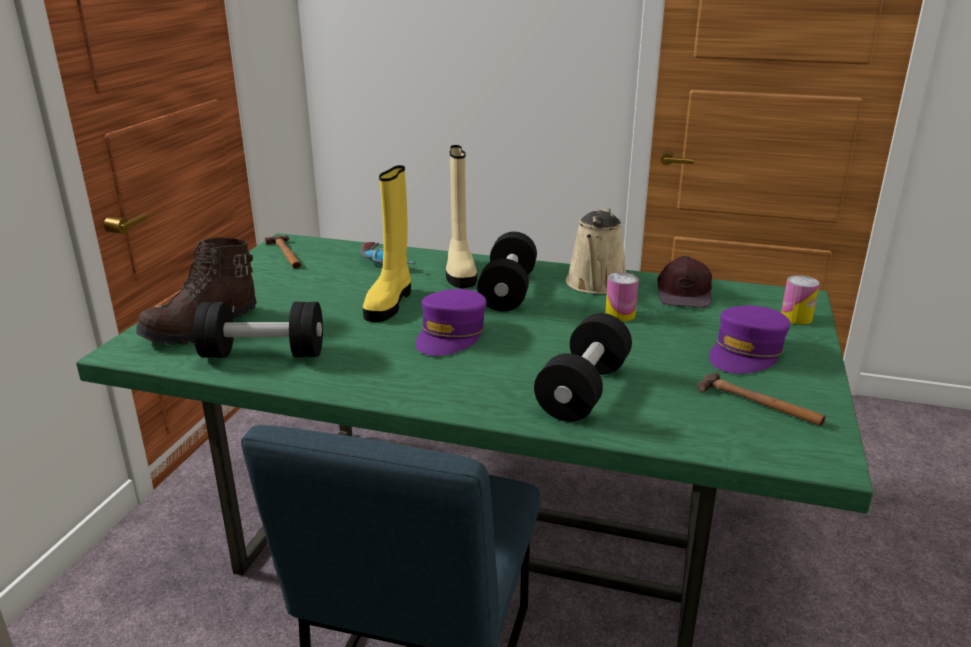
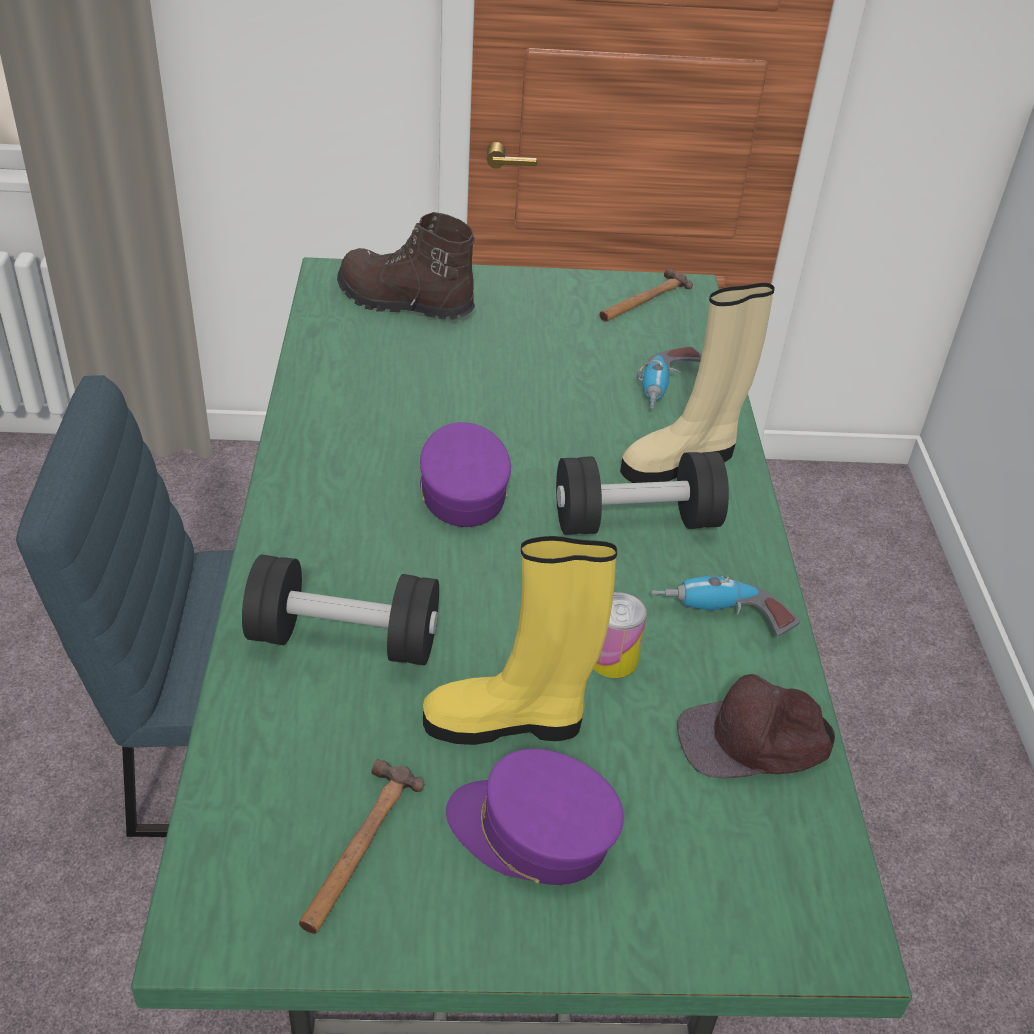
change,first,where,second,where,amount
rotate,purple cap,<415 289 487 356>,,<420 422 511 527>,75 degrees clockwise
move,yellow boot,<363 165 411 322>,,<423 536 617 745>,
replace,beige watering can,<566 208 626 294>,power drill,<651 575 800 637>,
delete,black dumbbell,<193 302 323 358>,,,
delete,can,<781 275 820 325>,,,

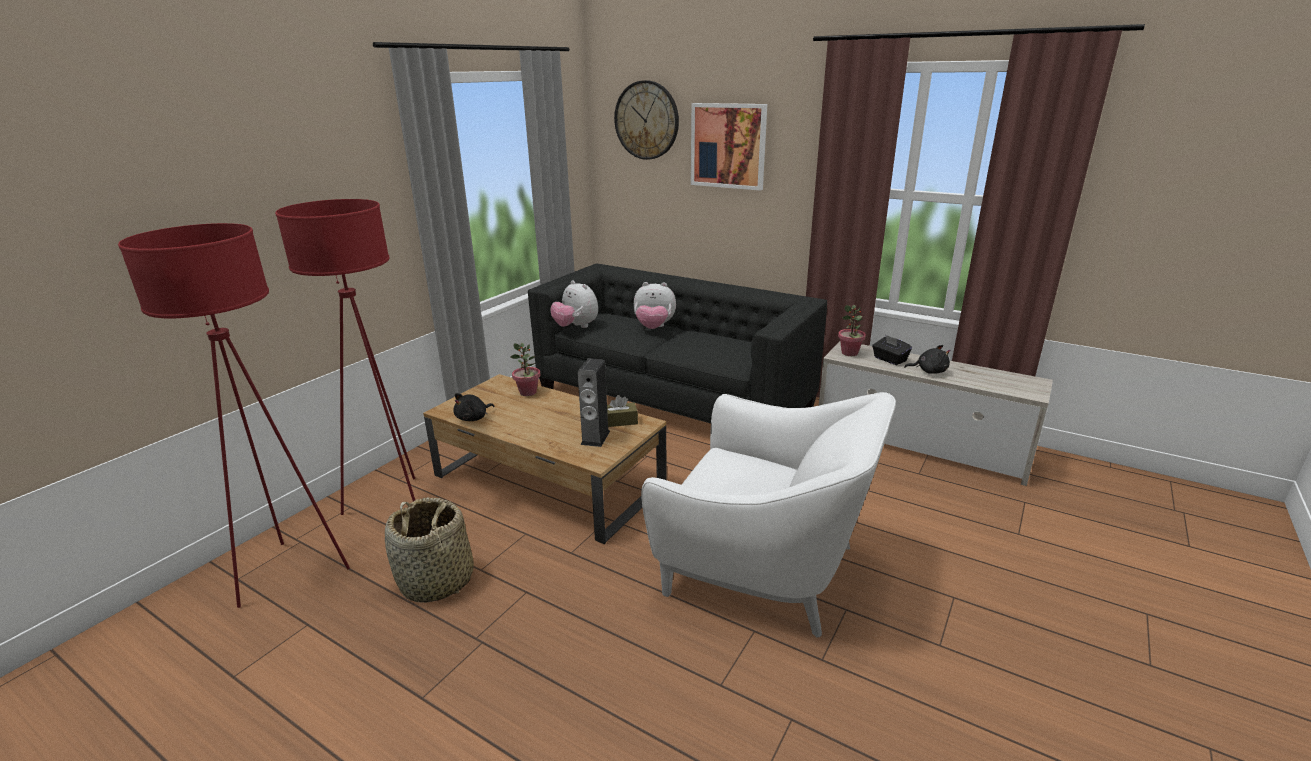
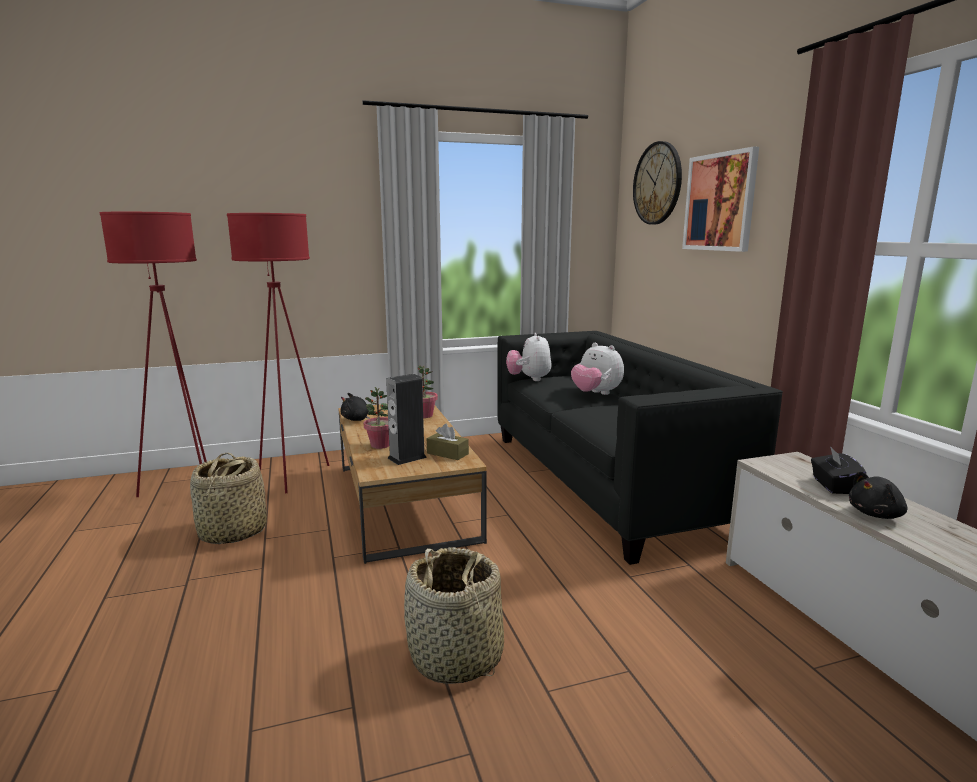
change,first,where,second,where,amount
move,potted plant,<838 305 866 356>,,<364 387 389 449>,
replace,white armchair,<641 392 896 638>,basket,<404 547 504 684>,
rotate,black plush toy,<904 345 951 374>,,<849 471 907 519>,105 degrees clockwise

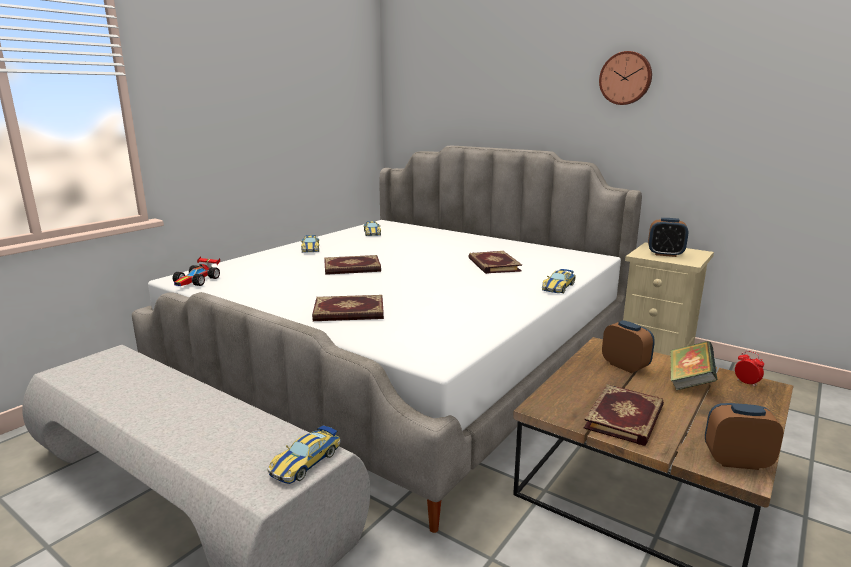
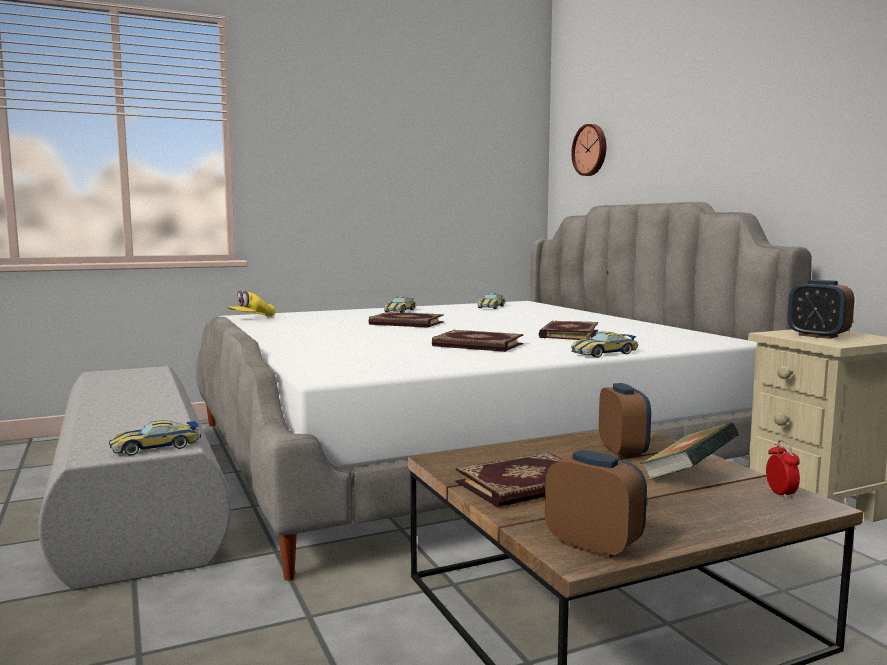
change,first,where,second,where,amount
replace,toy car,<172 256 220 286>,yellow cap,<227 290 276 317>,
move,book,<312 295 384 321>,,<432 330 523 352>,
move,wall clock,<599 51 652 105>,,<571 124 606 176>,

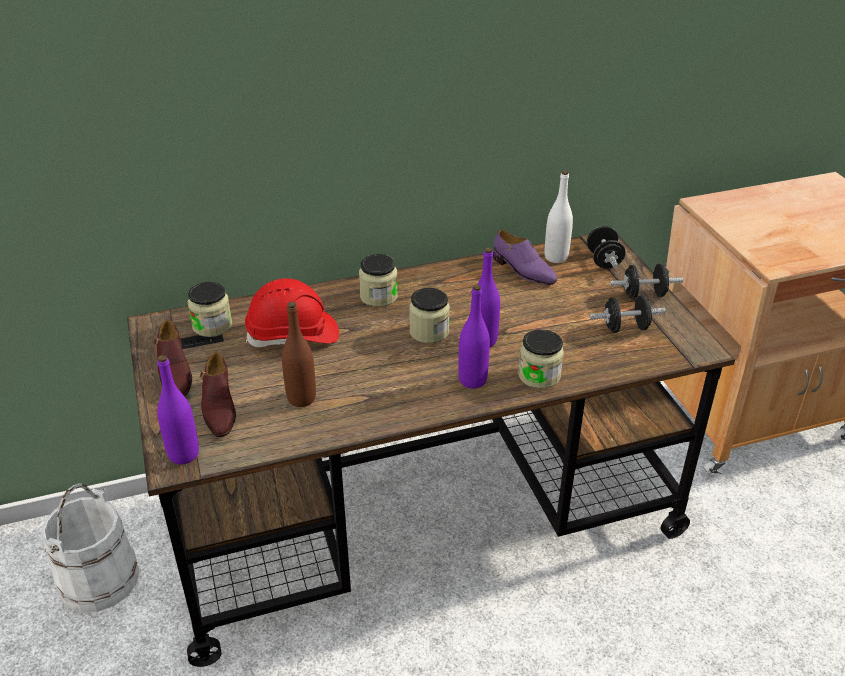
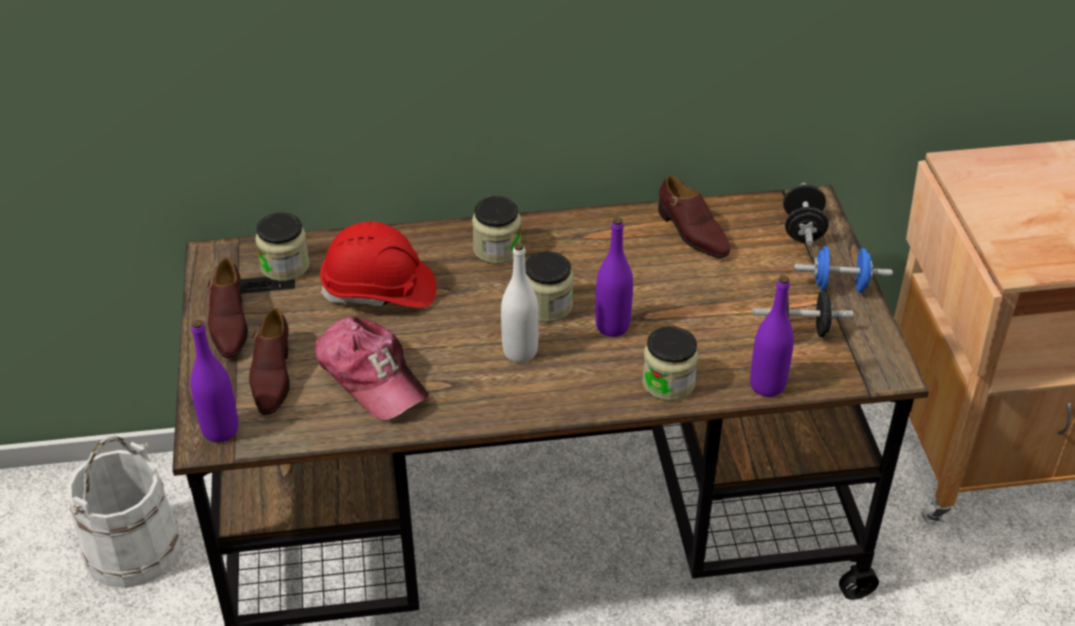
change,first,where,second,where,amount
replace,brown bottle,<282 302 316 407>,cap,<315 317 429 420>,
move,white bottle,<545 170 573 263>,,<501 242 539 363>,
recolor,purple shoe,<493 230 557 285>,brown shoe,<658 175 730 258>,
move,purple bottle,<458 285 490 389>,,<750 275 794 397>,
recolor,black dumbbell,<610 264 683 299>,blue dumbbell,<794 246 892 293>,

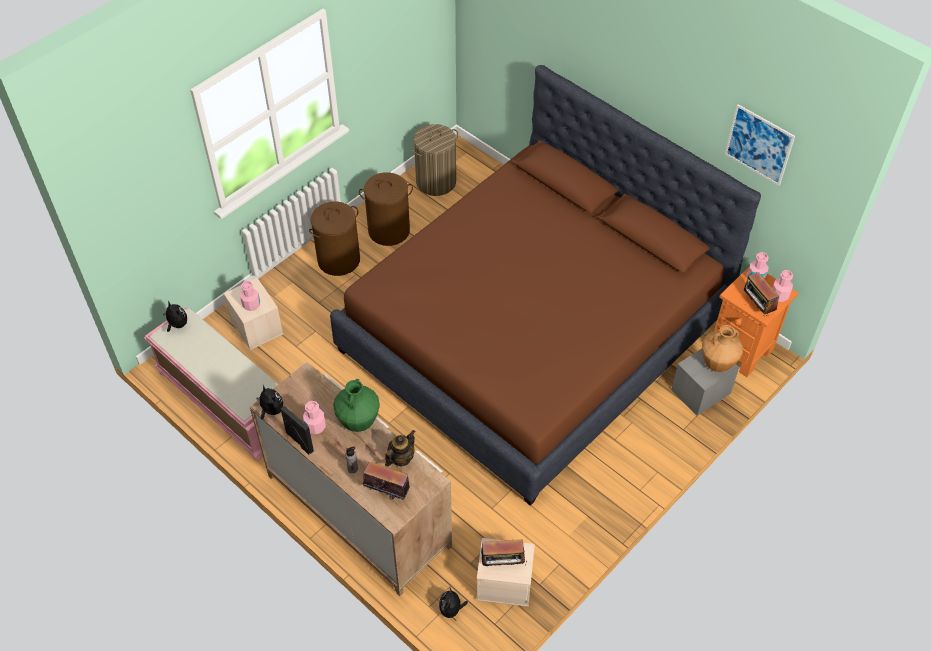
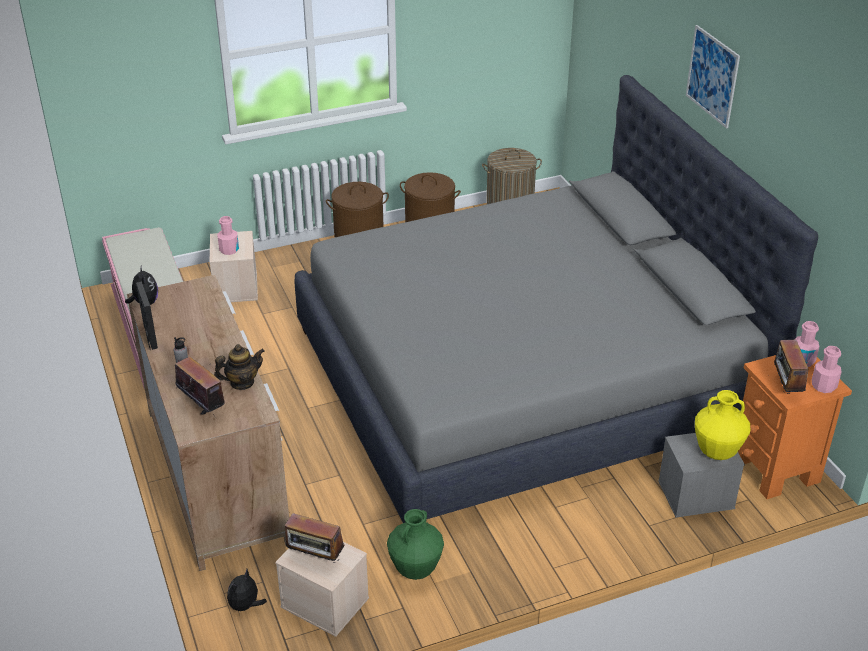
change,first,where,second,where,amount
recolor,brown bed,<330 65 761 506>,grey bed,<295 75 818 523>,
move,green vase,<333 379 380 432>,,<387 509 444 580>,
move,picture,<725 104 795 186>,,<686 25 740 129>,
recolor,brown vase,<702 325 743 372>,yellow vase,<695 390 750 460>,
delete,plush toy,<163 301 187 332>,,,
delete,pink bottle,<303 401 326 434>,,,

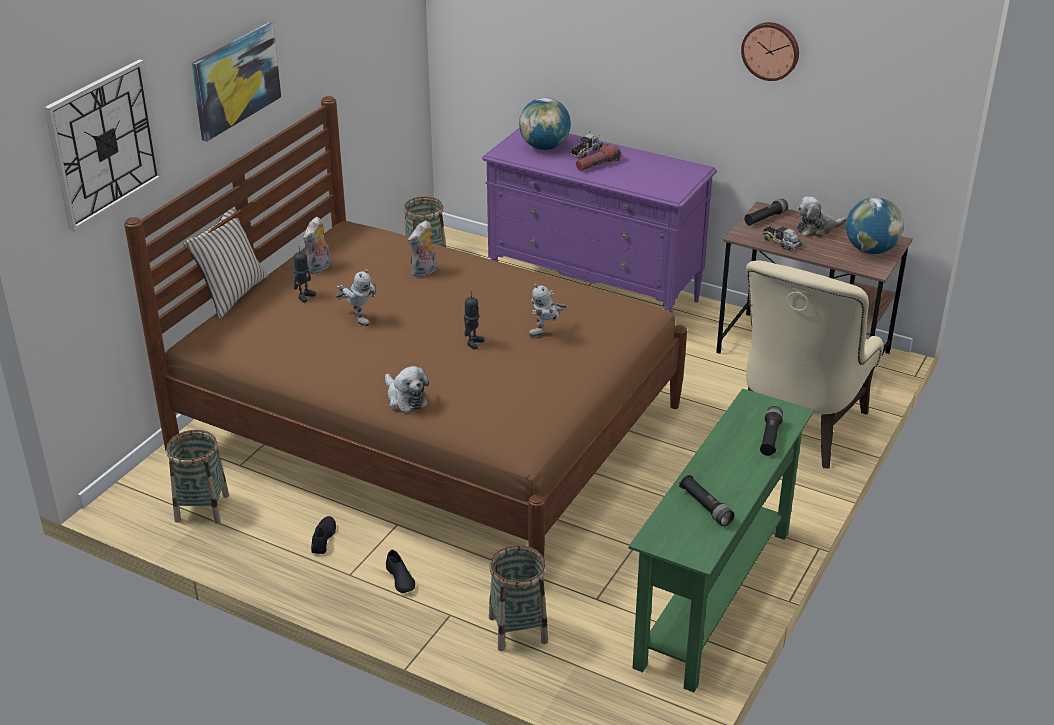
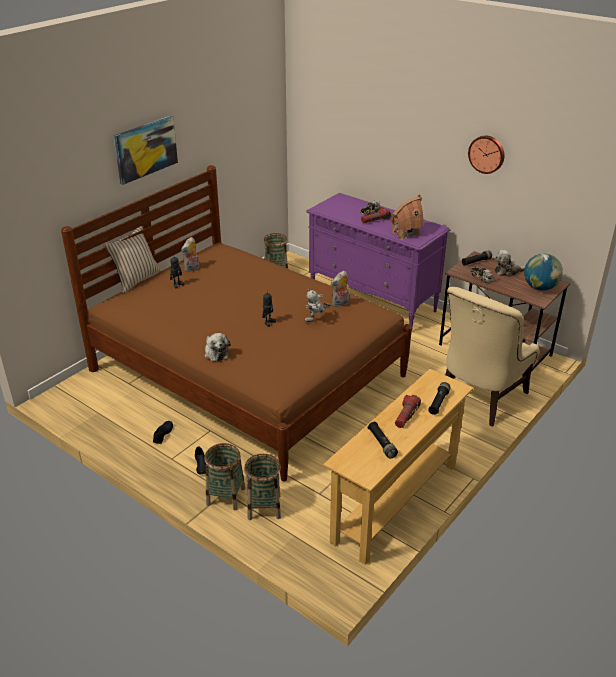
change,first,where,second,where,amount
move,basket,<166 430 229 524>,,<205 443 245 510>,
recolor,green console table,<629 389 814 692>,beige console table,<323 369 474 565>,
move,plush toy,<408 220 437 277>,,<331 271 349 307>,
insert,,,toy house,<390 194 424 240>,
insert,,,flashlight,<395 395 421 428>,
delete,wall clock,<44 59 163 232>,,,
delete,toy robot,<336 269 376 326>,,,
delete,globe,<519 98 571 150>,,,

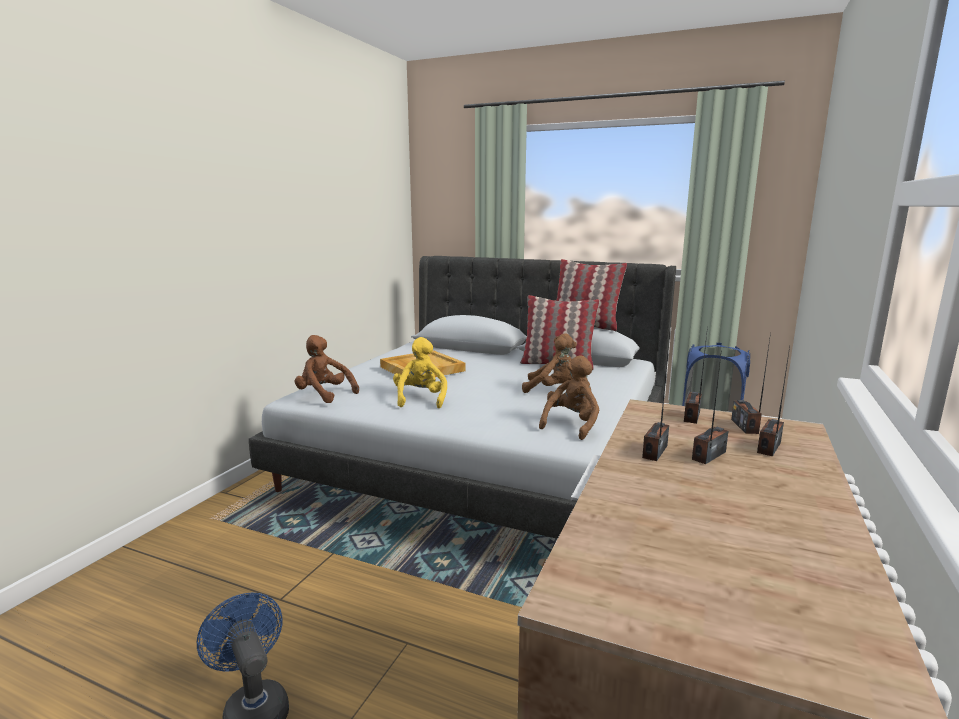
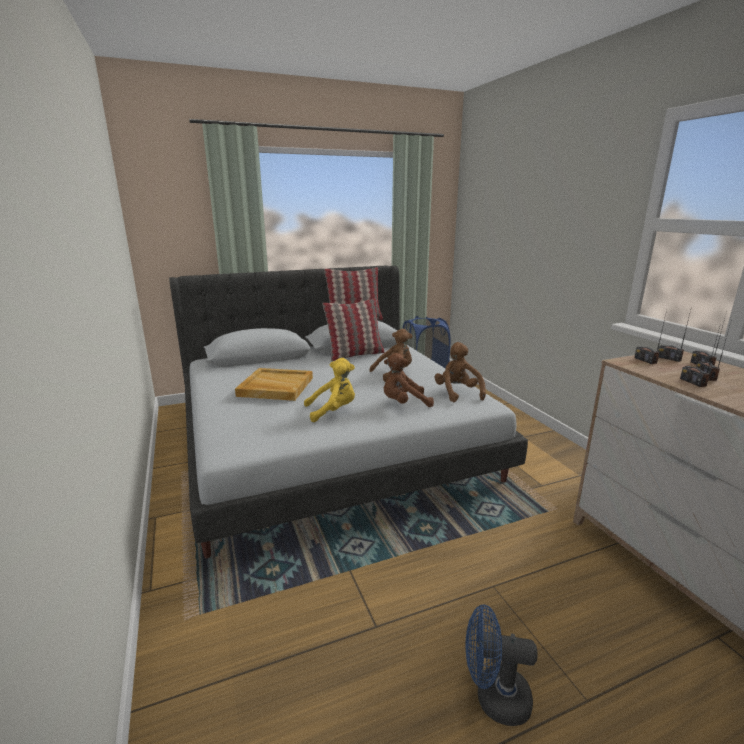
change,first,where,second,where,amount
rotate,yellow plush toy,<393 337 447 408>,,<304 358 355 422>,120 degrees clockwise
move,brown plush toy,<295 335 359 403>,,<384 353 434 407>,

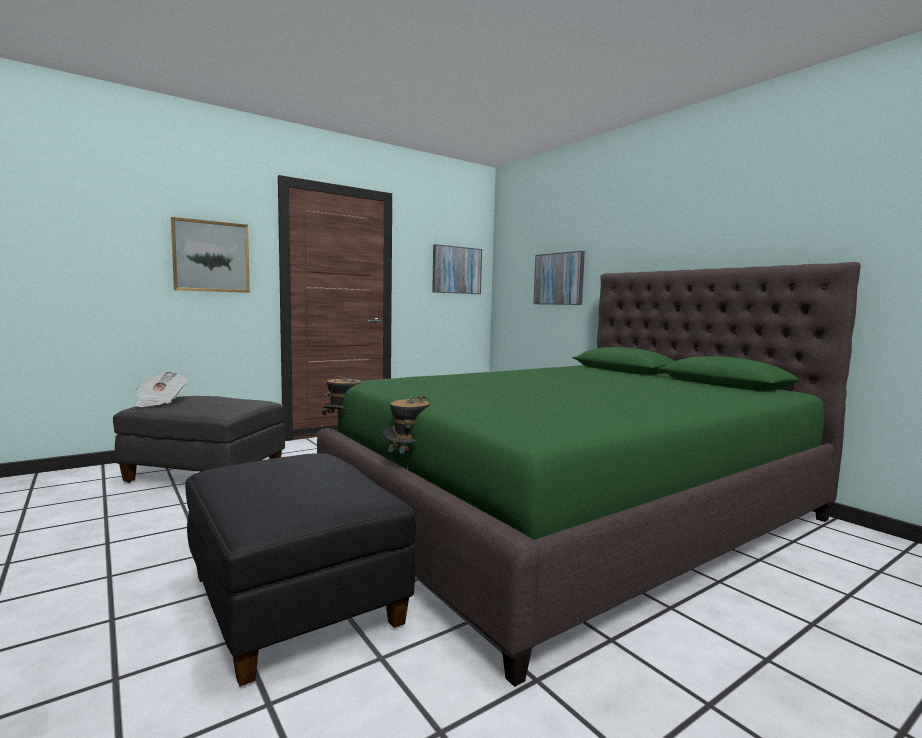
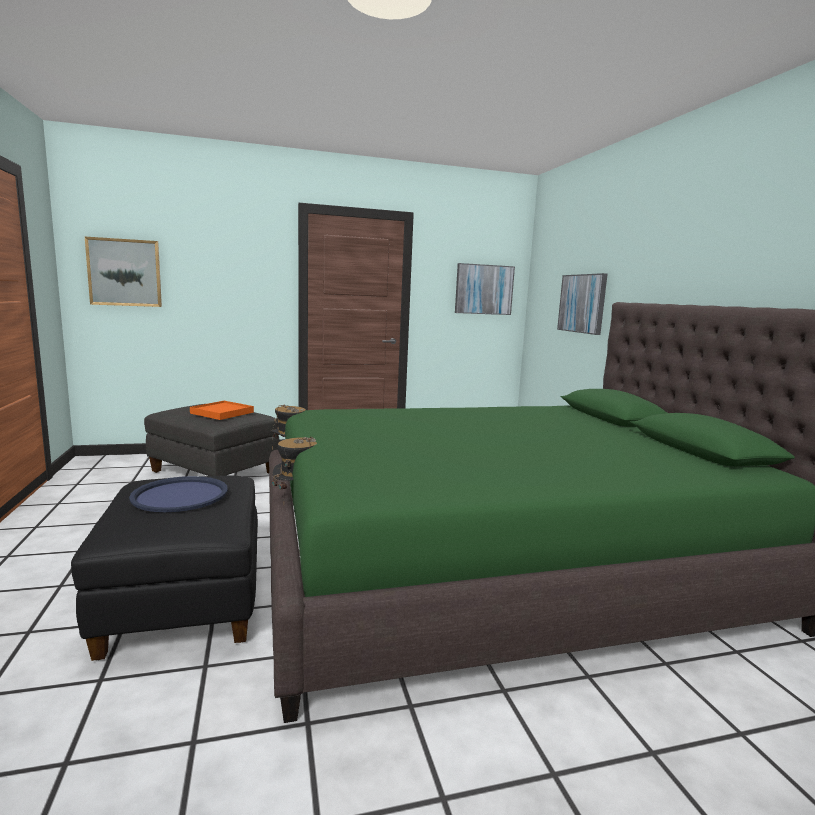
change,first,where,second,where,amount
move,picture,<171 217 250 293>,,<85 237 162 307>,
insert,,,blue tray,<129 476 228 512>,
insert,,,orange tray,<190 401 254 420>,
delete,newspaper,<135 371 188 407>,,,

